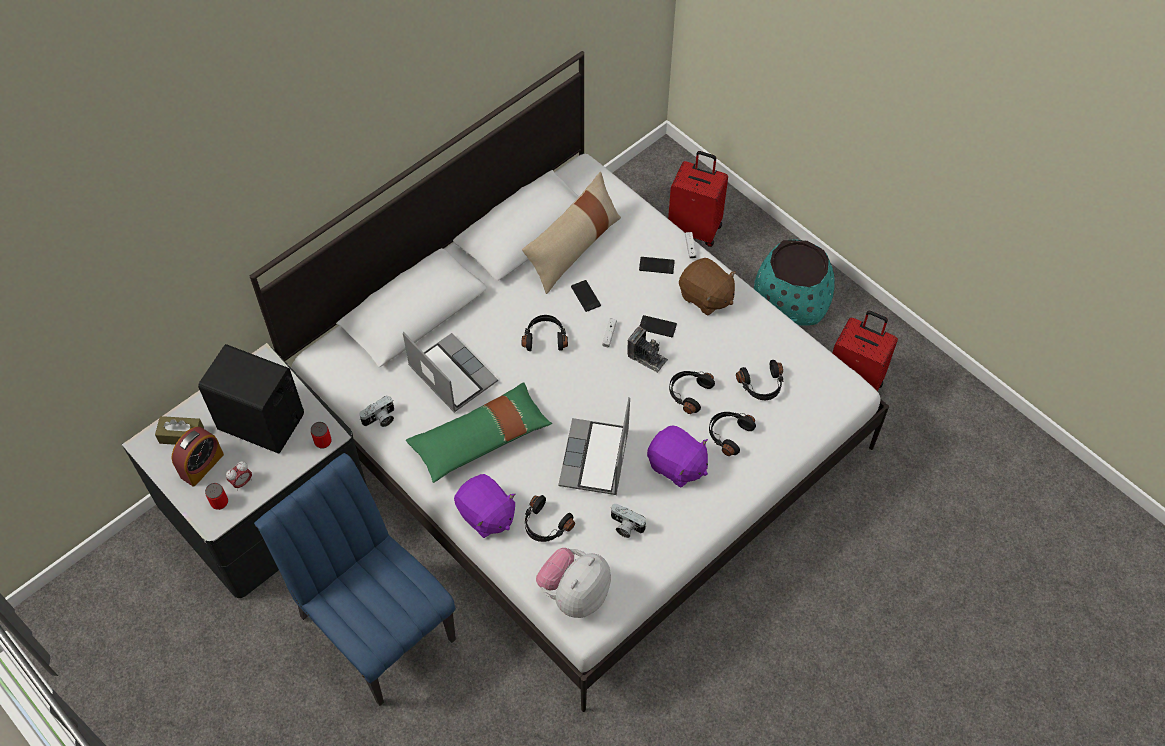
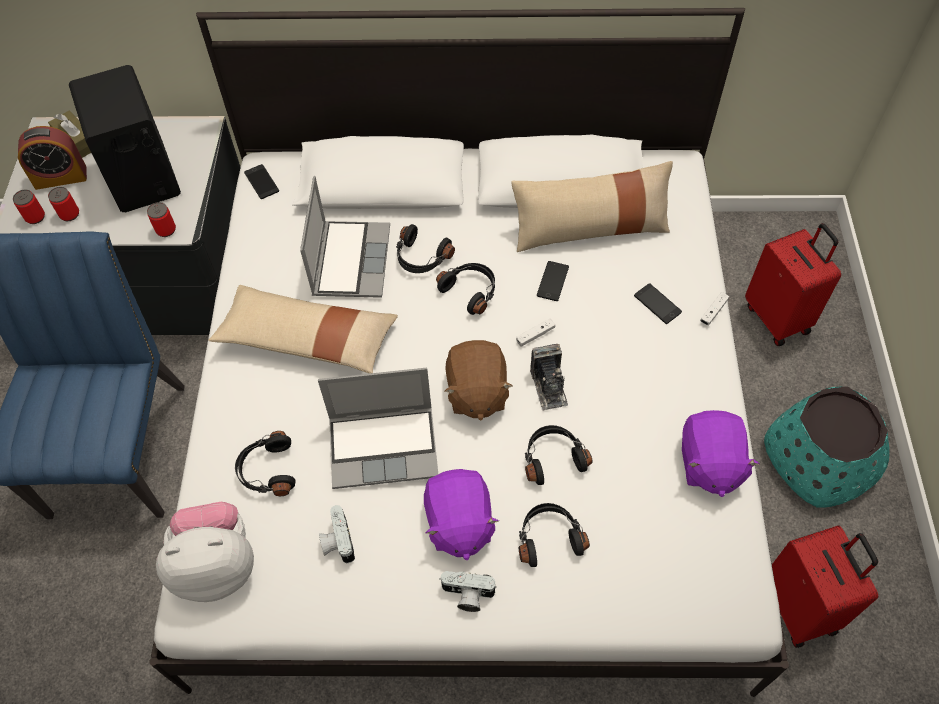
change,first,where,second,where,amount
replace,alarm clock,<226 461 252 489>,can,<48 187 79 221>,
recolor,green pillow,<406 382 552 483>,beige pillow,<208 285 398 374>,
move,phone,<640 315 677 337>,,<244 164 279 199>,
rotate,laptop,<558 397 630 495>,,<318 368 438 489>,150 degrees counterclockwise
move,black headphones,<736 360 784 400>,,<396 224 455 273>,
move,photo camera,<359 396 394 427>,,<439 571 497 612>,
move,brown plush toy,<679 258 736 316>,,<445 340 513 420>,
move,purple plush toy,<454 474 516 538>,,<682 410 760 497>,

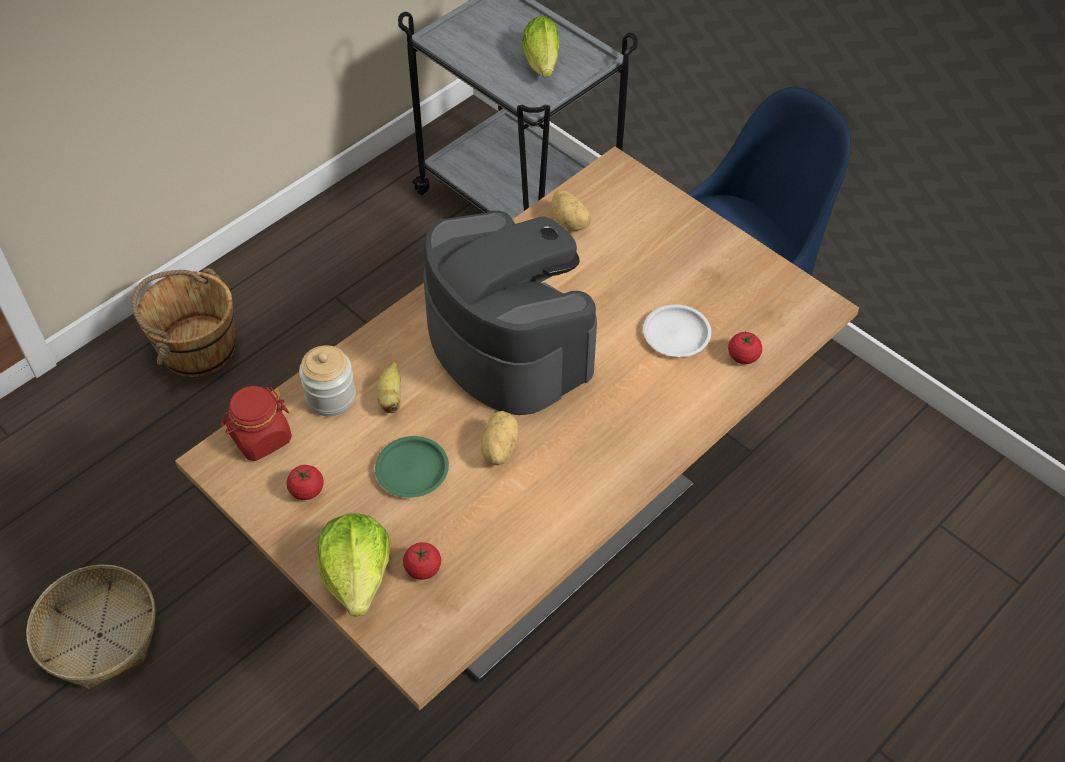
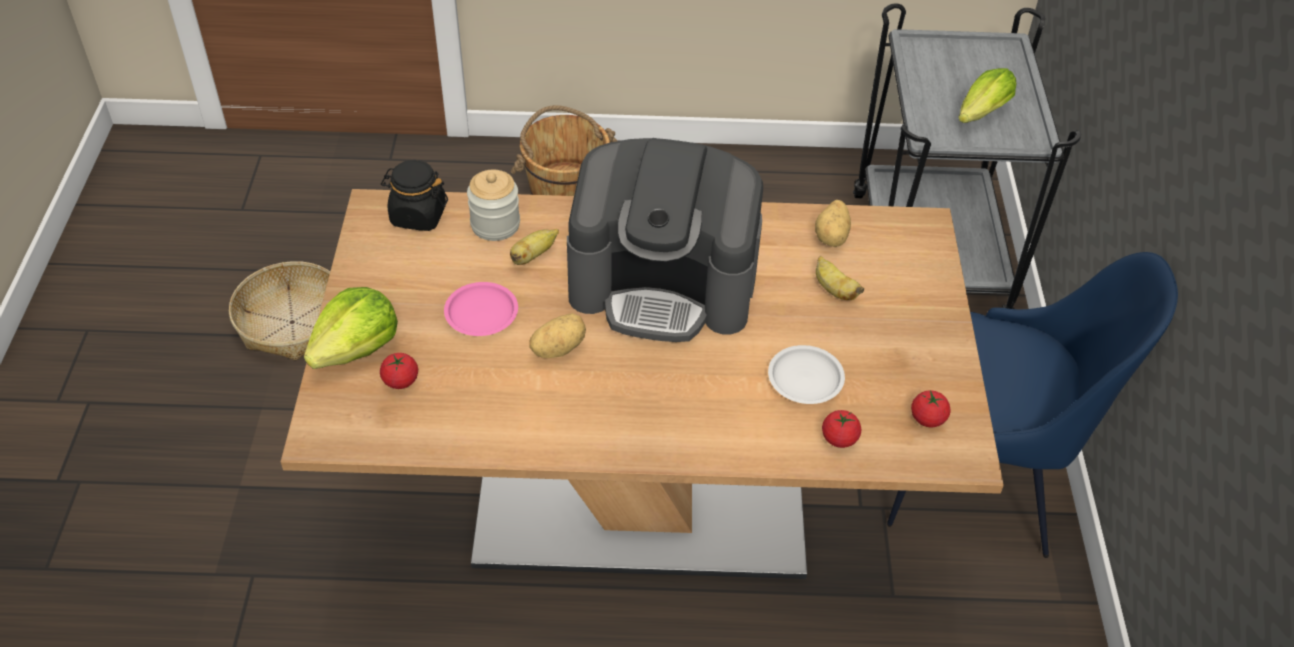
change,first,where,second,where,amount
recolor,red jar,<220 386 292 461>,black jar,<381 160 448 231>,
recolor,green plate,<375 436 449 498>,pink plate,<444 282 518 336>,
rotate,coffee machine,<423 211 597 415>,,<567 138 763 342>,90 degrees clockwise
insert,,,banana,<816 256 864 300>,
move,tomato,<286 465 324 500>,,<911 390 950 427>,

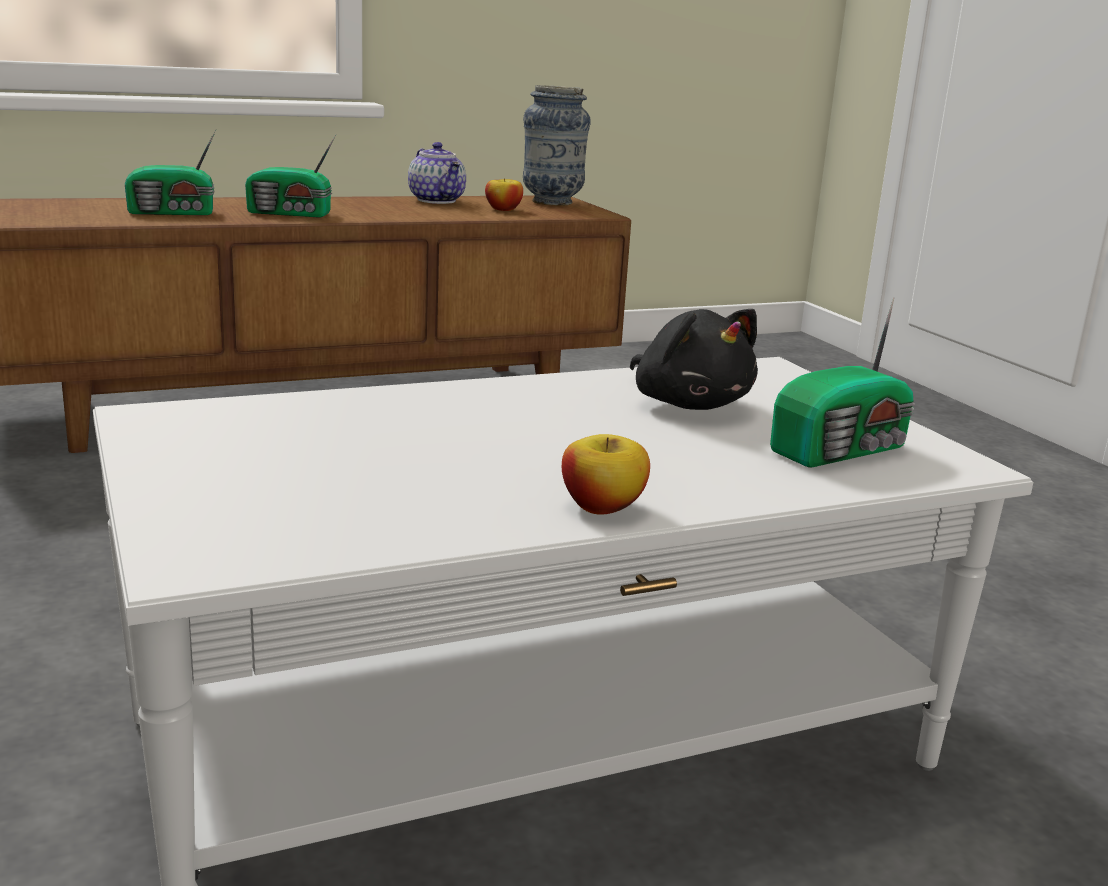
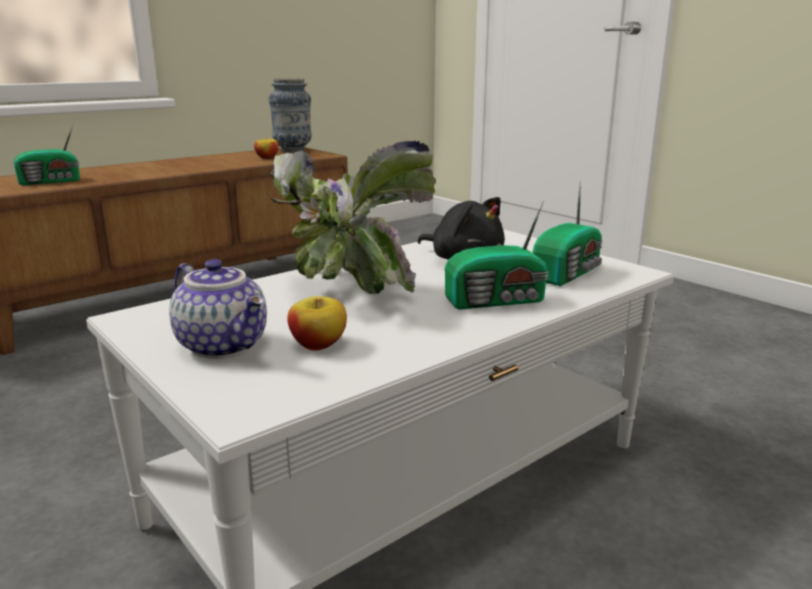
change,first,where,second,where,amount
move,teapot,<408 142 466 204>,,<169 259 267 359>,
insert,,,potted plant,<268 141 436 294>,
move,apple,<562 434 650 514>,,<287 296 347 351>,
move,radio,<245 134 337 218>,,<445 200 549 310>,

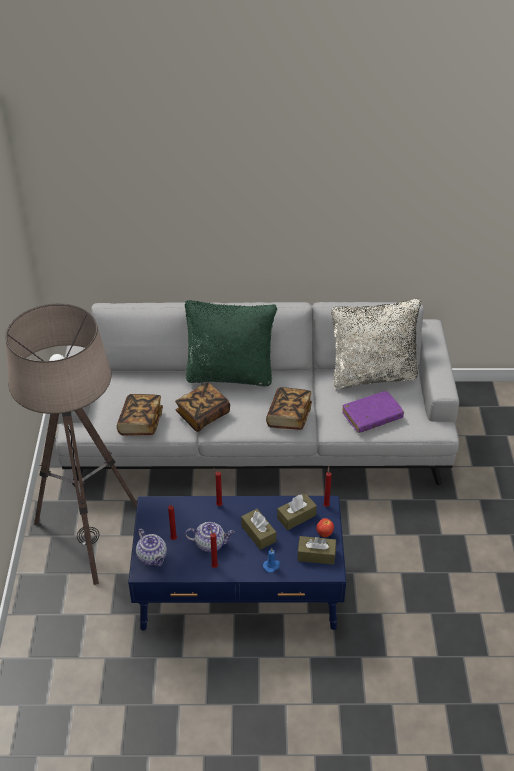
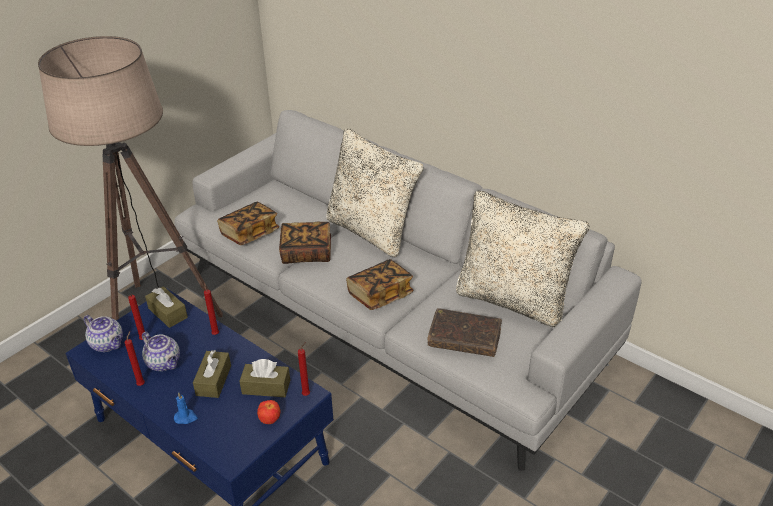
change,first,where,second,where,amount
rotate,teapot,<136 528 167 567>,,<84 315 123 352>,60 degrees counterclockwise
move,brown tissue box,<297 536 336 565>,,<145 286 188 328>,
recolor,green pillow,<185 300 277 387>,beige pillow,<327 128 424 257>,
recolor,purple book,<342 391 404 433>,brown book,<428 308 502 357>,

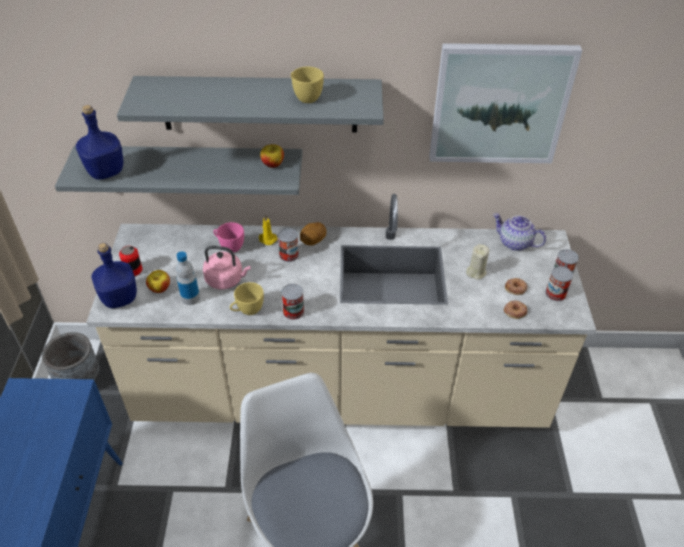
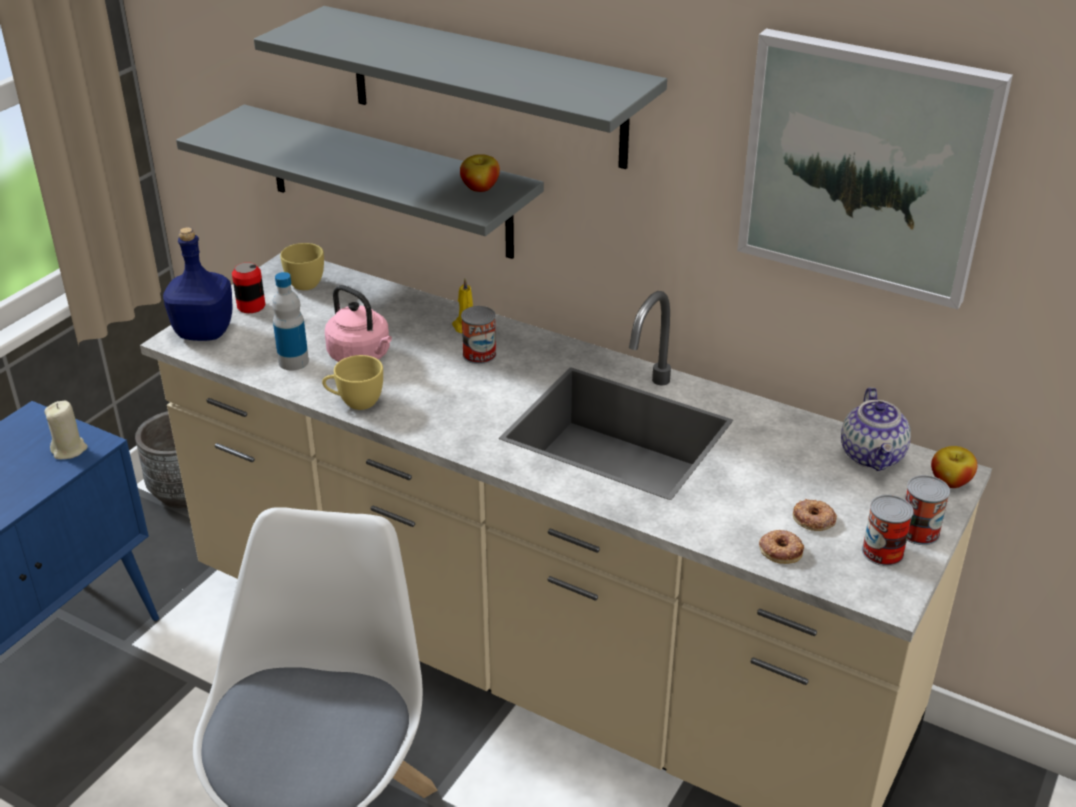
change,first,where,second,where,amount
move,beige candle,<466 244 489 280>,,<44 401 88 459>,
move,yellow cup,<291 67 324 103>,,<280 243 324 290>,
rotate,teapot,<493 213 546 251>,,<841 387 911 471>,150 degrees counterclockwise
move,apple,<146 270 170 293>,,<931 446 977 488>,
delete,blue bottle,<76 105 123 180>,,,
delete,pink cup,<213 222 244 252>,,,
delete,can,<281 284 304 320>,,,
delete,potato,<300 222 327 246>,,,

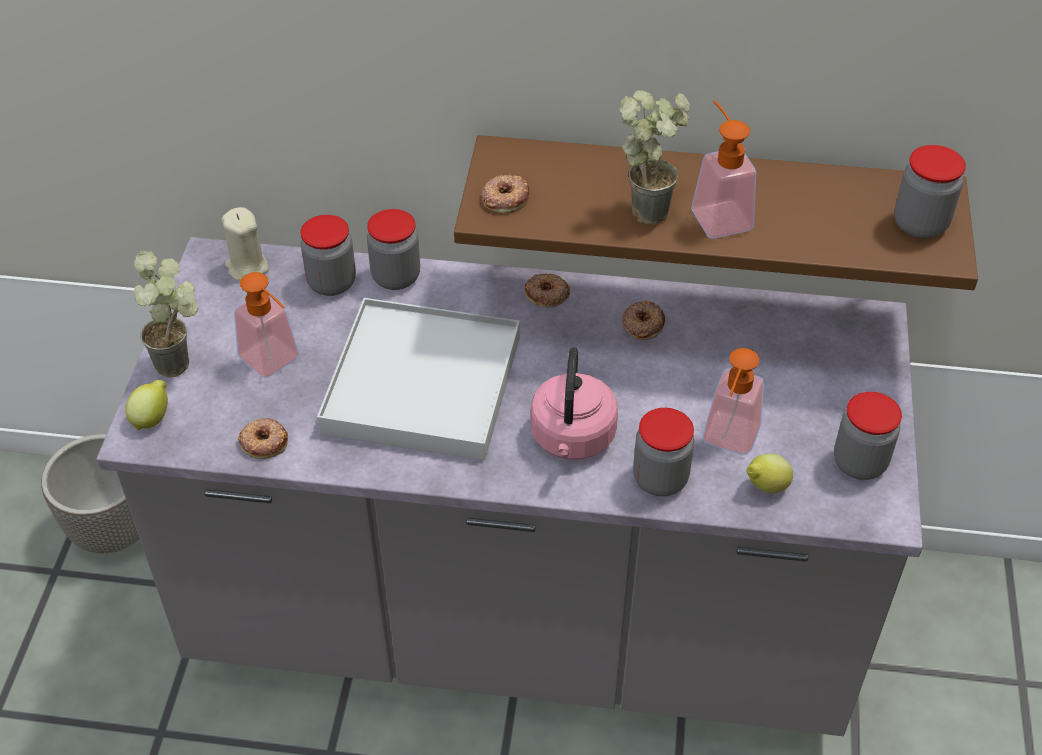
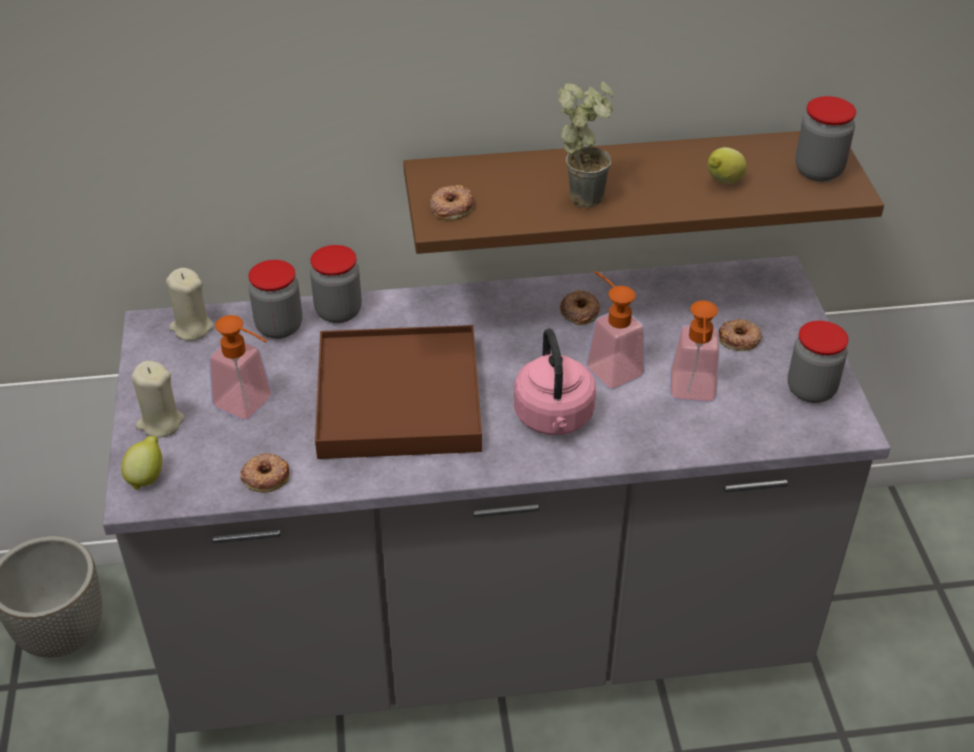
change,first,where,second,where,amount
replace,potted plant,<134 251 198 377>,beige candle,<131 361 185 438>,
recolor,white tray,<317 298 520 460>,brown tray,<315 325 482 459>,
move,soap dispenser,<692 100 756 239>,,<586 271 645 390>,
move,lemon,<746 454 793 493>,,<707 147 747 184>,
move,donut,<525 273 570 308>,,<719 319 762 351>,
delete,jar,<633 408 694 496>,,,

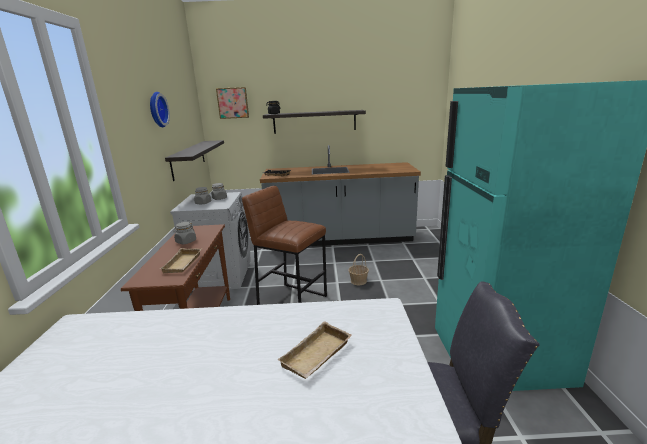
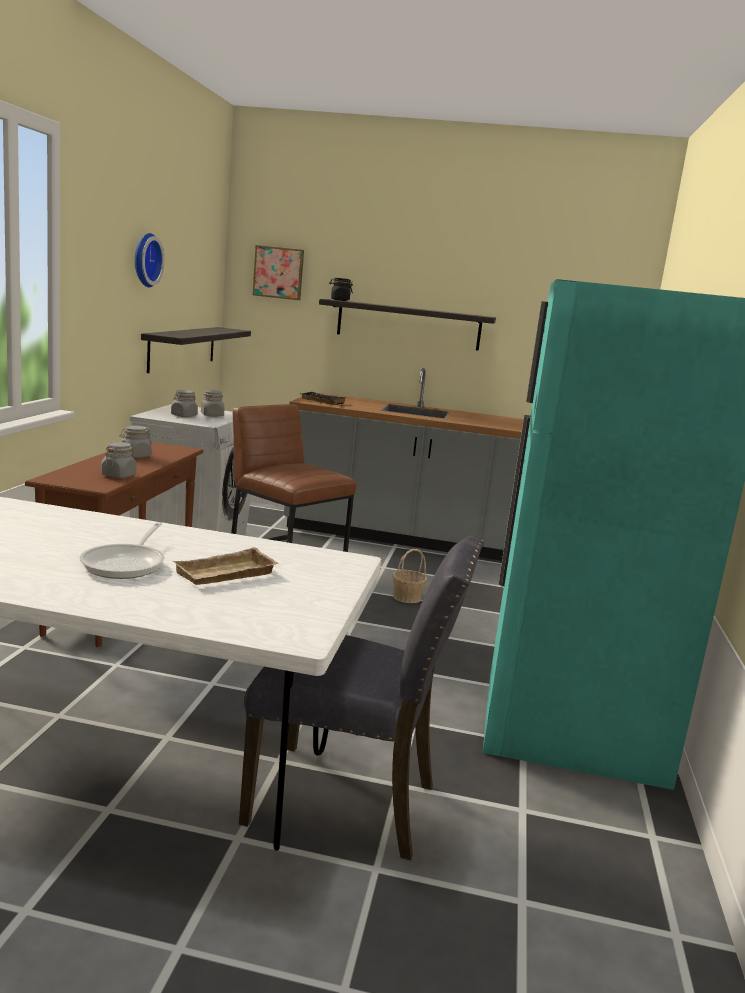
change,first,where,second,where,amount
insert,,,frying pan,<79 522 164 579>,
replace,beige tray,<160 248 202 273>,grey jar,<101 442 136 478>,

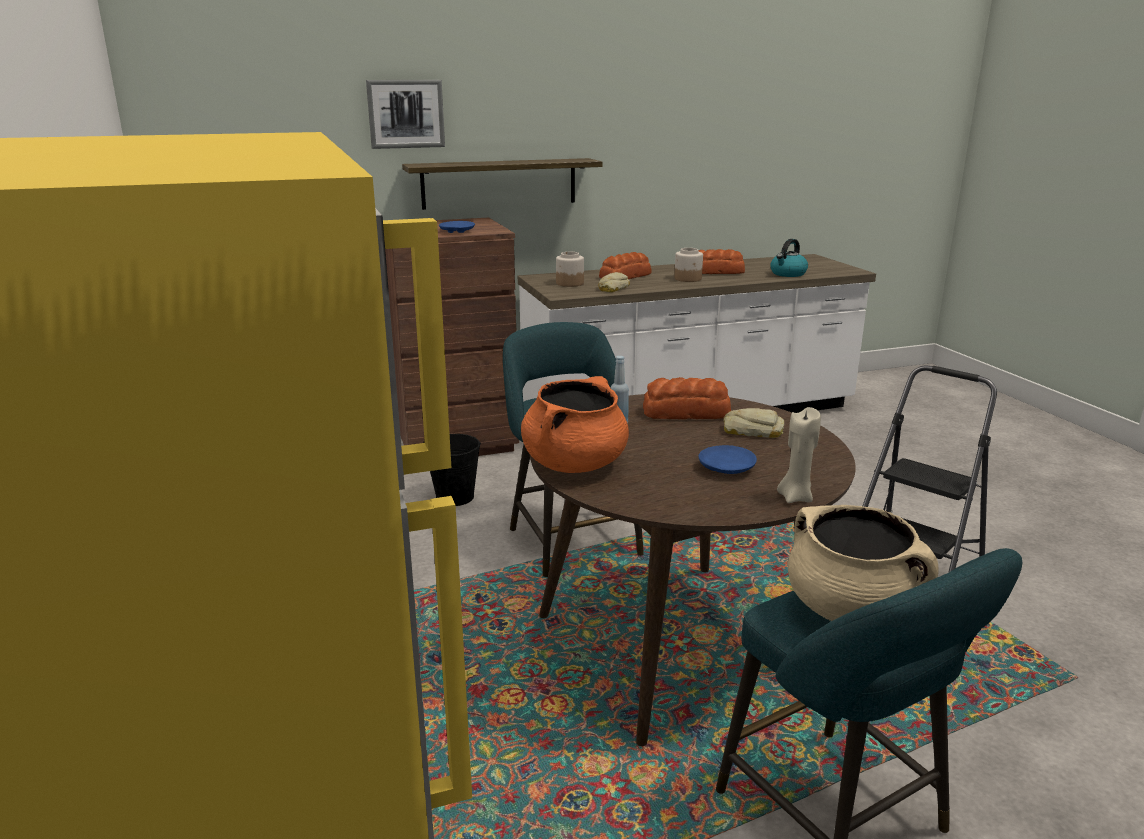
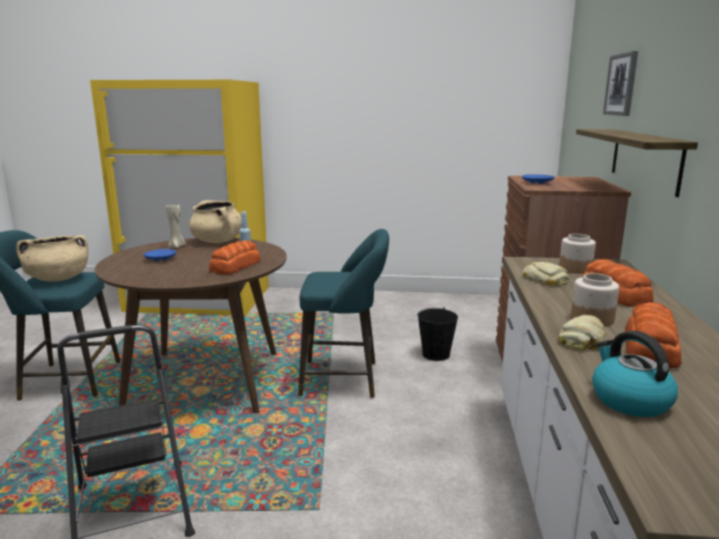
change,first,where,second,where,amount
move,beige candle,<777 407 821 503>,,<166 203 185 248>,
recolor,orange cooking pot,<521 376 629 473>,beige cooking pot,<189 200 242 243>,
move,bread,<723 408 784 438>,,<558 315 605 350>,

